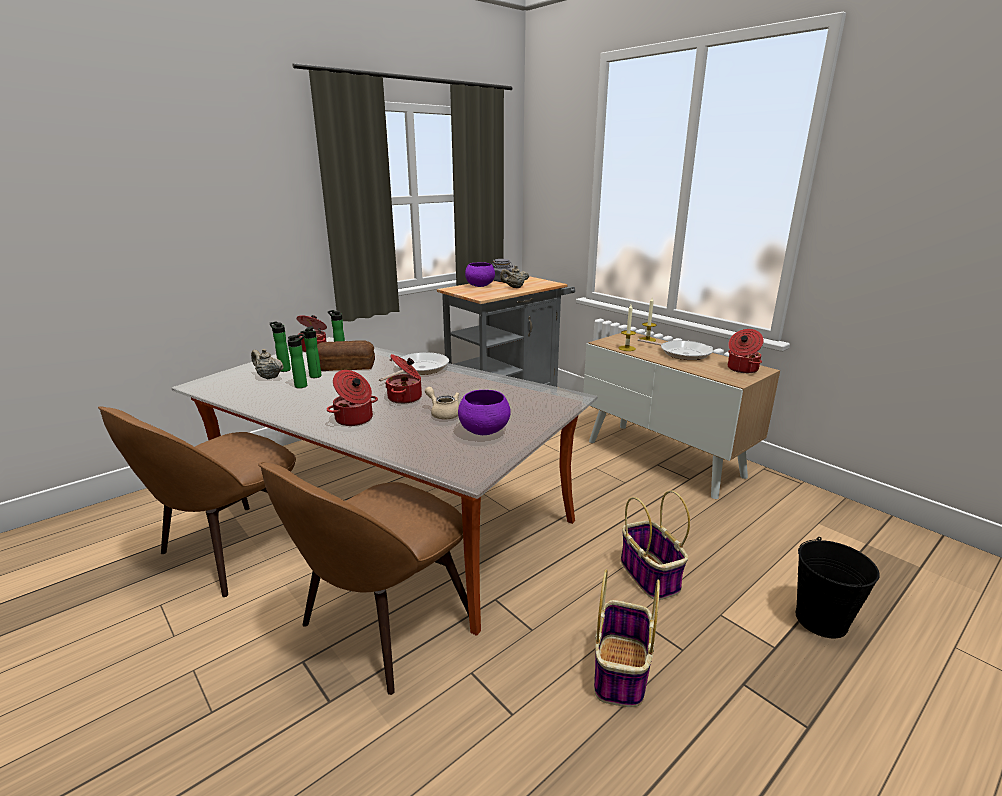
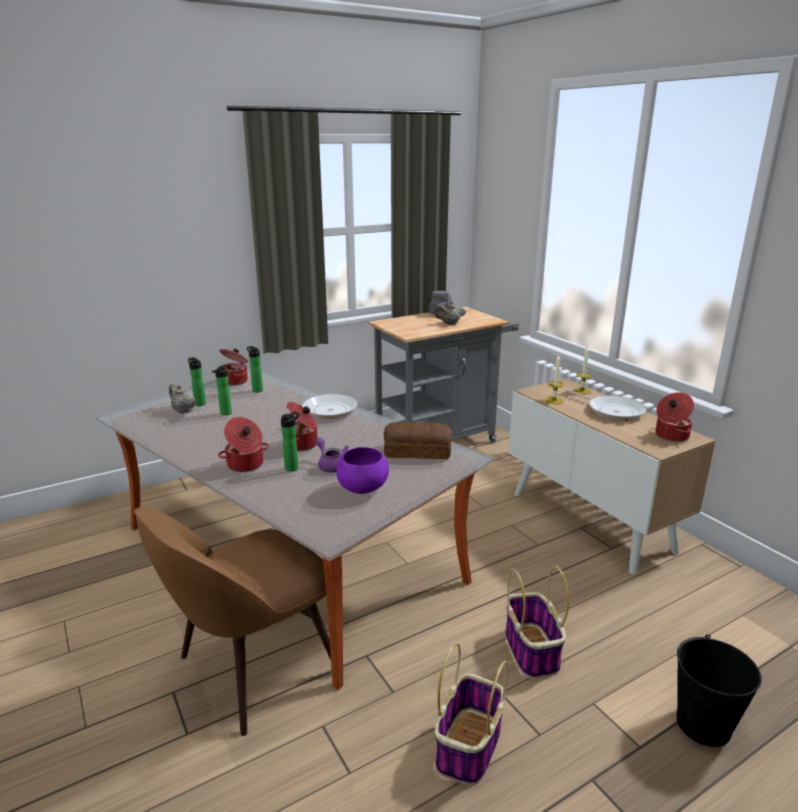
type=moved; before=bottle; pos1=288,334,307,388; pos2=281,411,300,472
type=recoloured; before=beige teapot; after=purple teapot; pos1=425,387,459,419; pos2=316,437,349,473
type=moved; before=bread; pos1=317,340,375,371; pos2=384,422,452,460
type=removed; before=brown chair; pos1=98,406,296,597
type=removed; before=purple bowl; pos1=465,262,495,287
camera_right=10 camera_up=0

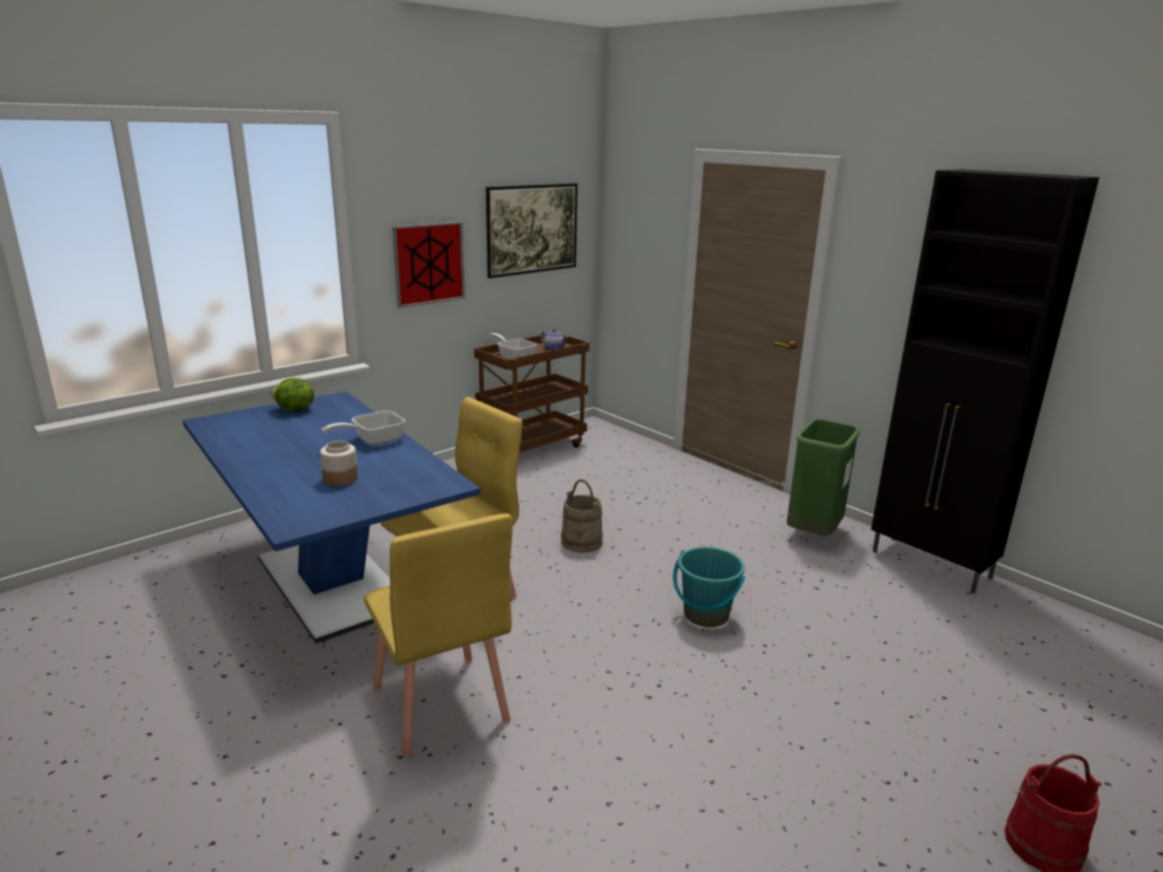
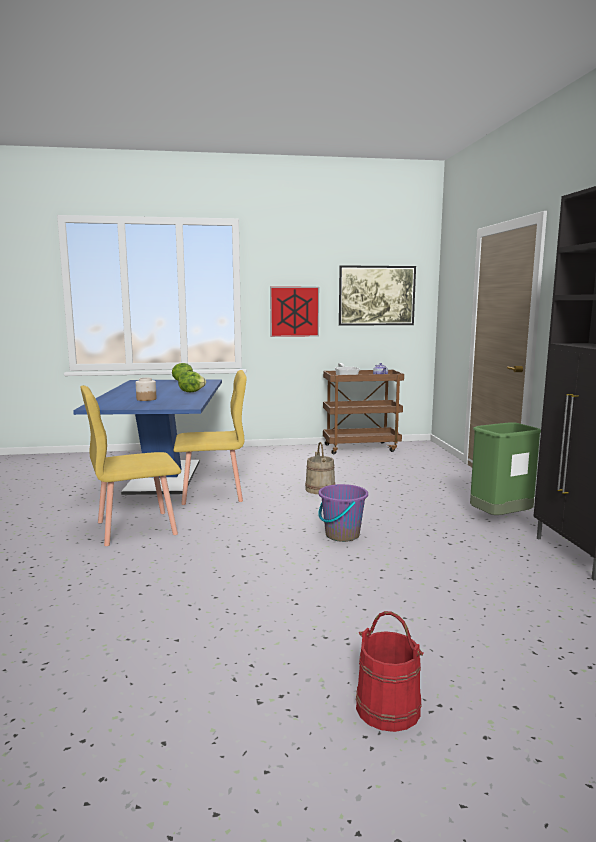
type=turned; before=yellow chair; pos1=364,514,513,758; pos2=80,385,181,546; turn=60
type=replaced; before=frying pan; after=lettuce; pos1=322,411,405,445; pos2=178,371,206,392
type=recoloured; before=turquoise bucket; after=purple bucket; pos1=673,547,745,627; pos2=318,484,368,542
camera_right=35 camera_up=-10

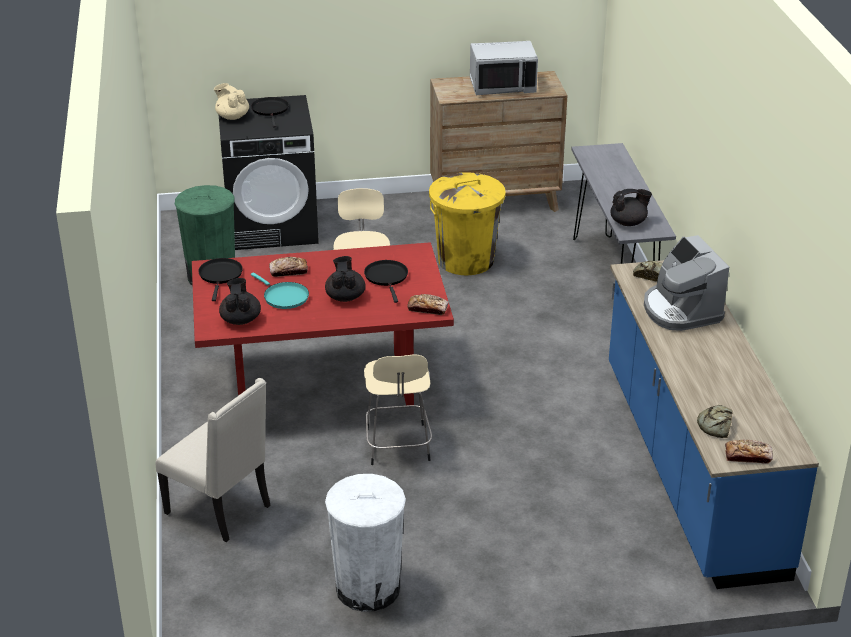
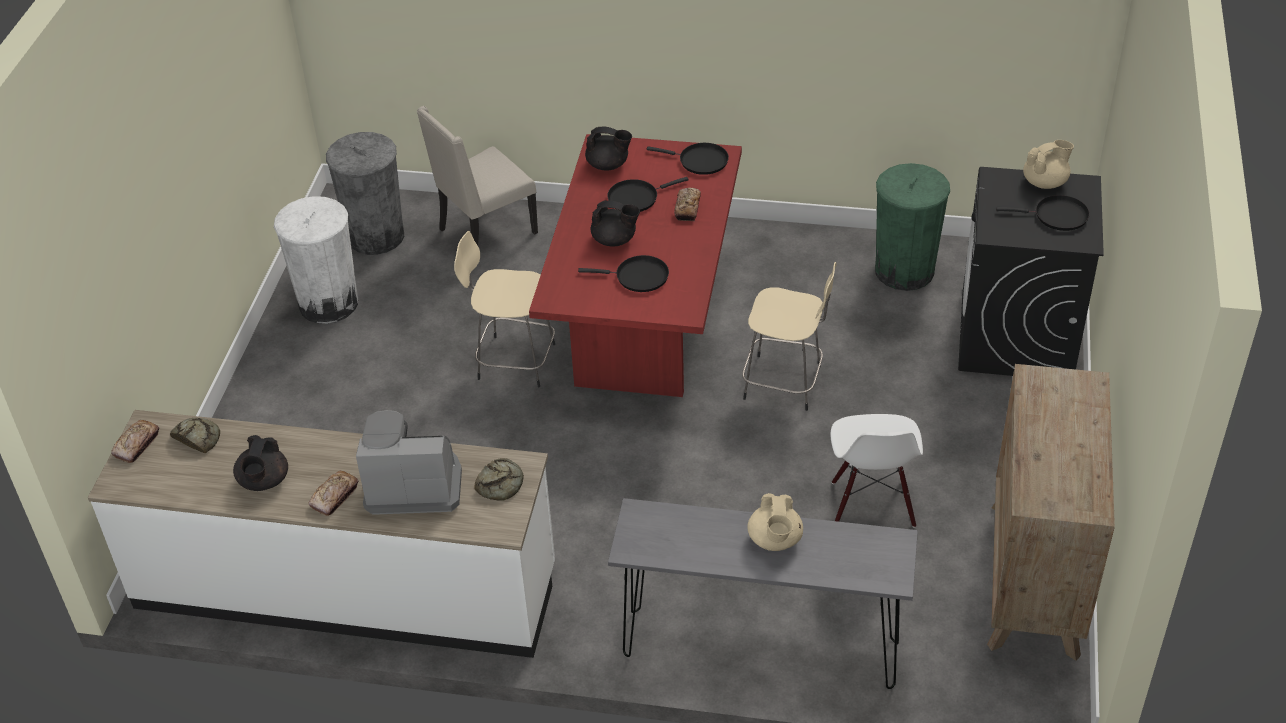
type=recoloured; before=blue counter; after=white counter; pos1=609,260,819,589; pos2=88,410,555,658
type=moved; before=black teapot; pos1=610,189,652,226; pos2=233,435,288,491
type=moved; before=bread; pos1=407,294,449,315; pos2=308,471,359,516
type=added; after=grey trash can; pos2=326,132,404,255
type=recoloured; before=turquoise frying pan; after=black frying pan; pos1=251,272,309,309; pos2=607,177,689,212
type=added; after=beige teapot; pos2=747,493,803,551
type=replaced; before=yellow trash can; after=white chair; pos1=429,172,506,275; pos2=830,414,923,528
type=removed; before=grey microwave; pos1=470,41,538,95
camera_right=110 camera_up=10

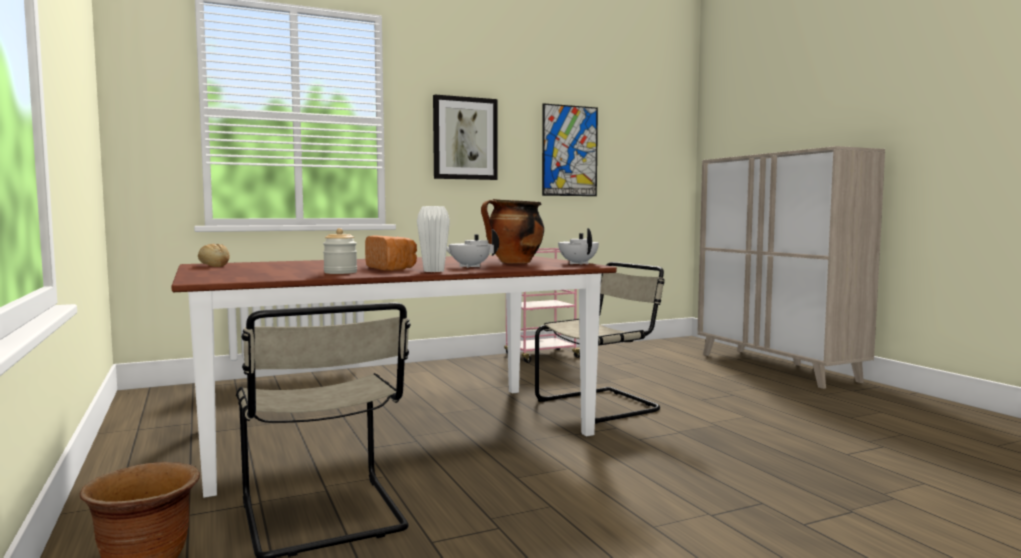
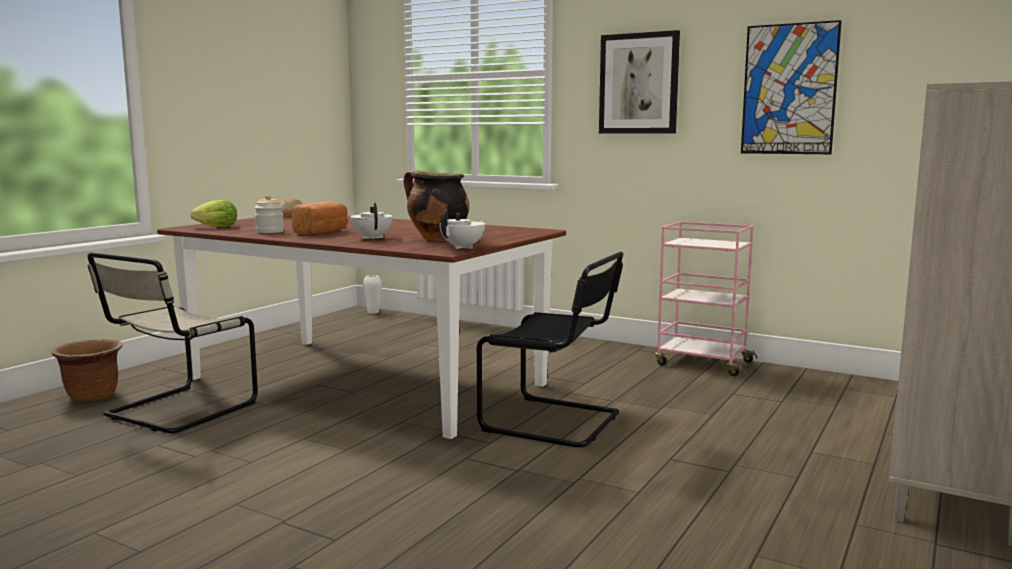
type=added; after=lettuce; pos2=190,200,237,227
type=moved; before=white vase; pos1=417,206,450,272; pos2=363,275,382,314
type=recoloured; before=beige chair; after=black chair; pos1=535,262,664,424; pos2=477,252,623,447
camera_right=55 camera_up=5

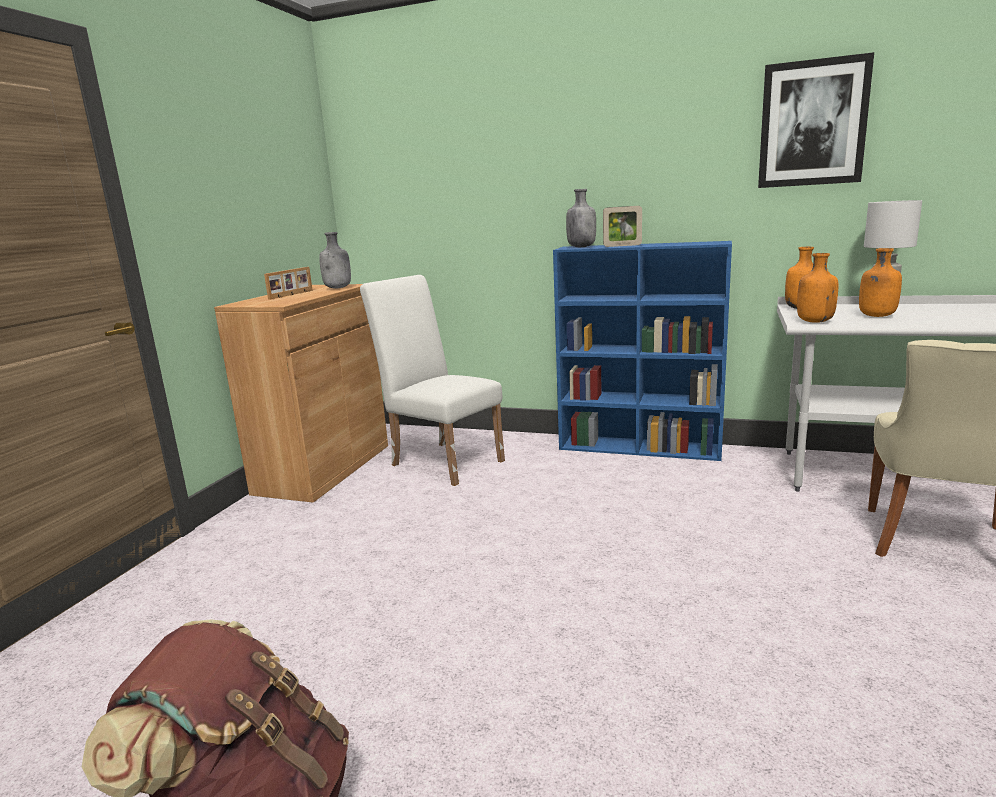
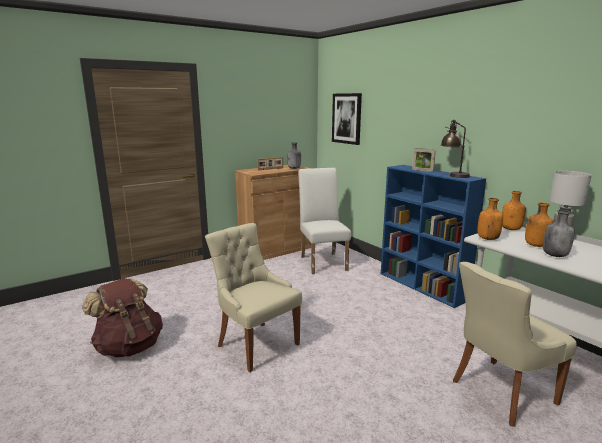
type=added; after=beige chair; pos2=205,223,302,372
type=moved; before=picture; pos1=758,52,874,188; pos2=332,93,362,145
type=added; after=table lamp; pos2=441,120,470,178
type=moved; before=grey bottle; pos1=566,189,596,247; pos2=543,210,575,257
camera_right=35 camera_up=0

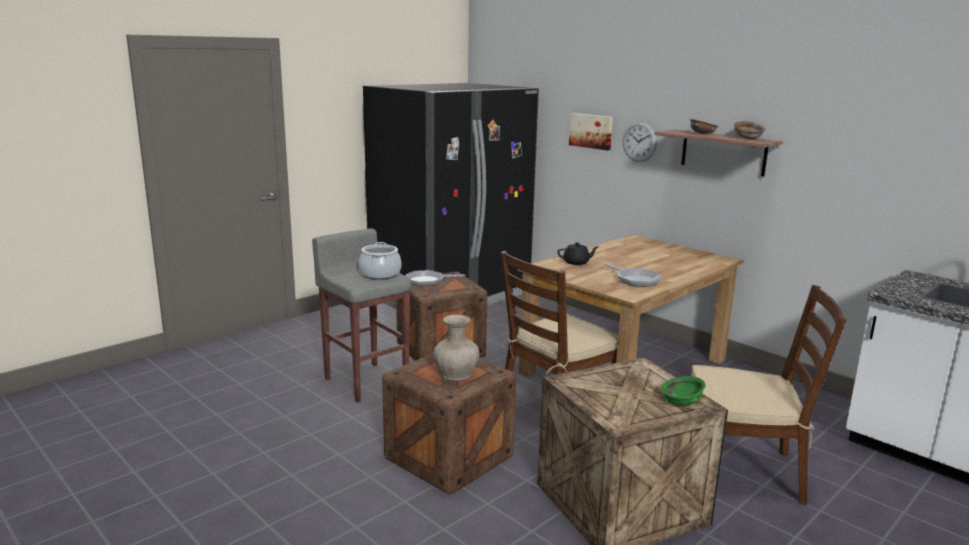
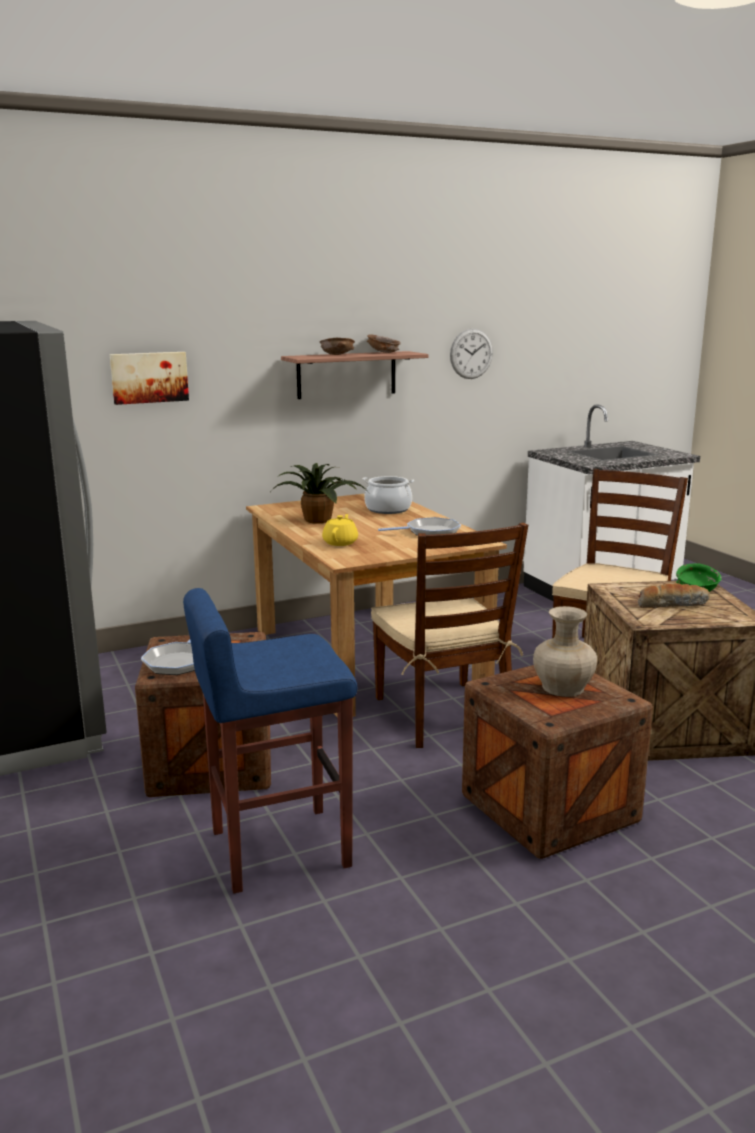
type=recoloured; before=grey stool; after=blue stool; pos1=312,229,412,403; pos2=183,588,357,894
type=added; after=potted plant; pos2=271,463,369,523
type=recoloured; before=black teapot; after=yellow teapot; pos1=557,242,598,265; pos2=322,514,358,546
type=moved; before=cooking pot; pos1=358,242,402,280; pos2=362,476,414,514
type=moved; before=wall clock; pos1=623,121,657,162; pos2=450,329,493,379
type=added; after=bread; pos2=638,583,710,608
camera_right=-70 camera_up=0

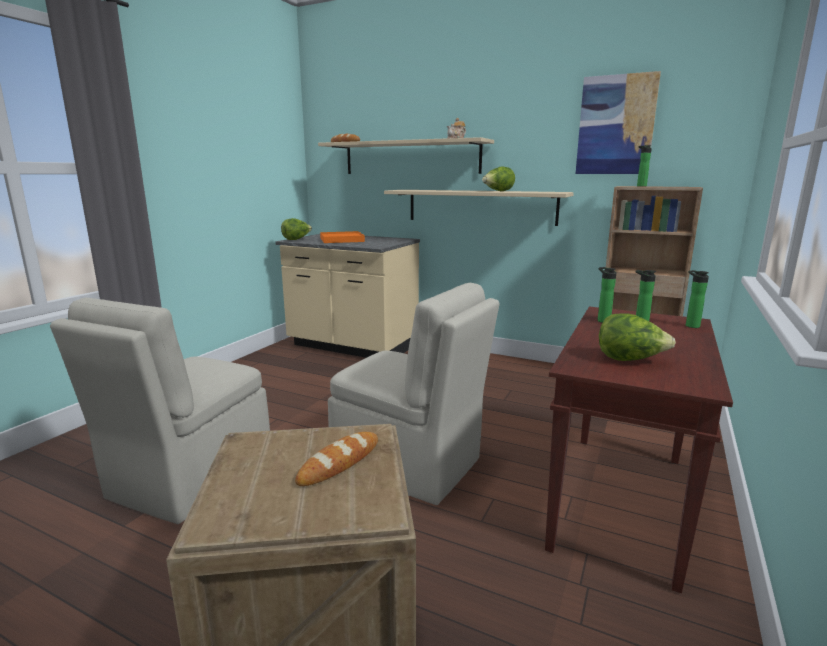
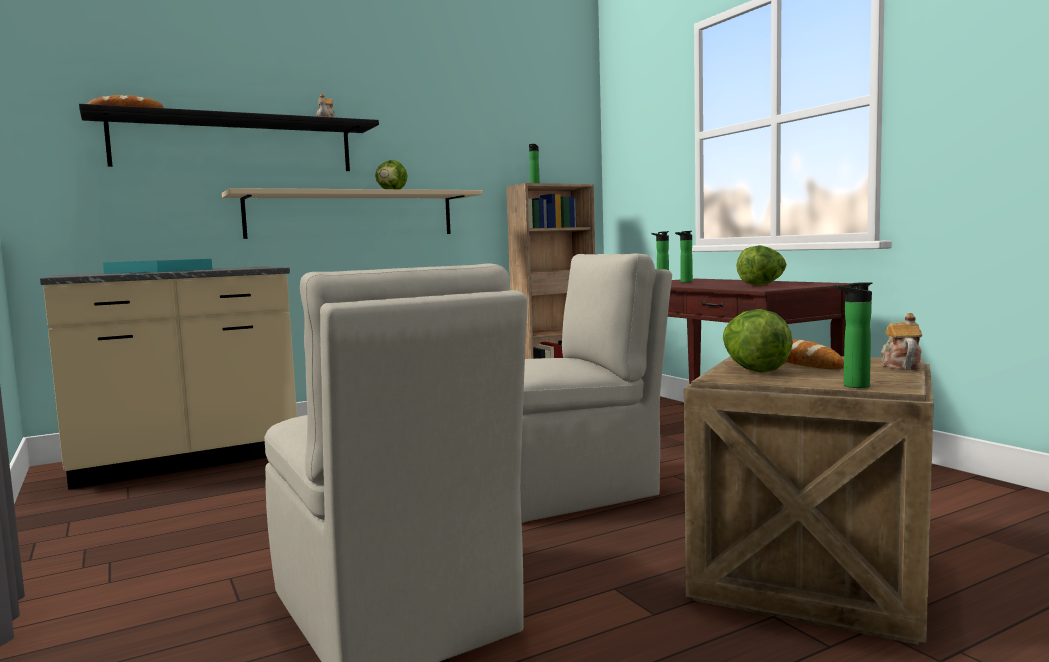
type=recoloured; before=beige shelf; after=black shelf; pos1=318,137,494,174; pos2=79,104,379,171
type=recoloured; before=orange tray; after=turquoise tray; pos1=320,231,365,243; pos2=103,259,212,274
type=moved; before=lettuce; pos1=281,218,312,240; pos2=723,309,793,373
type=moved; before=bottle; pos1=686,270,709,328; pos2=834,282,873,388
type=added; after=teapot; pos2=881,313,922,370
type=removed; before=picture; pos1=576,71,661,174
camera_right=-55 camera_up=-10

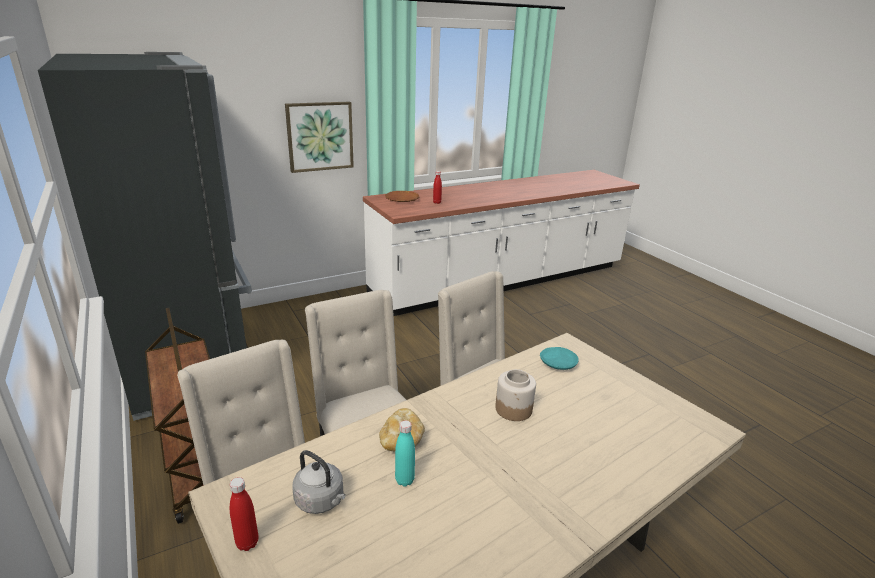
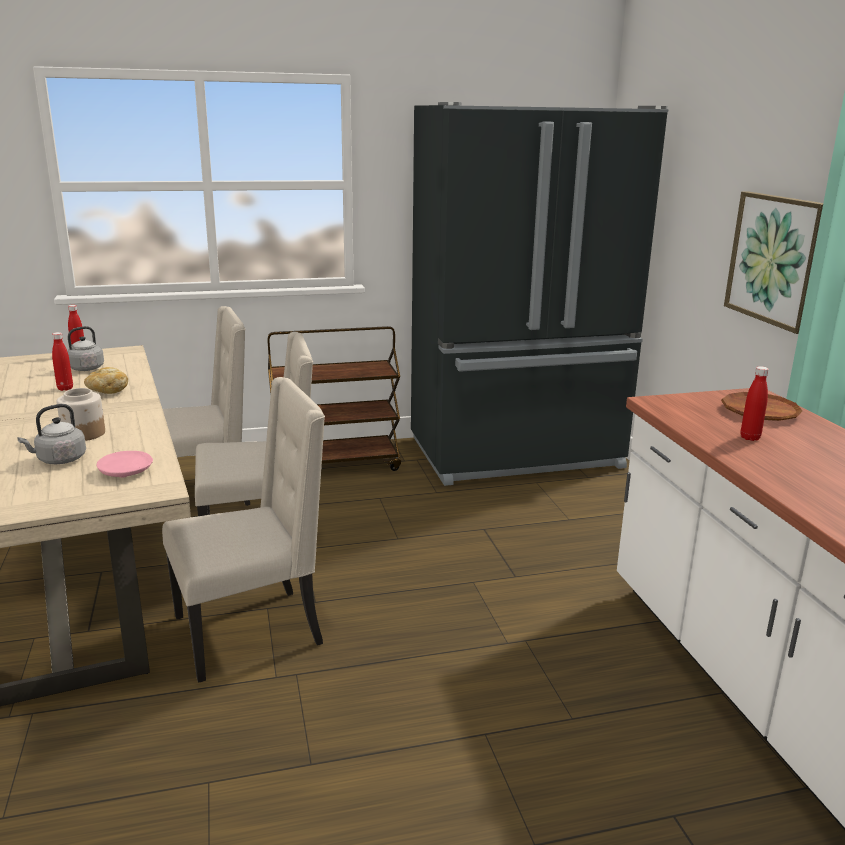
type=added; after=grey kettle; pos2=17,404,86,464
type=recoloured; before=turquoise bottle; after=red bottle; pos1=395,420,415,487; pos2=52,332,73,391
type=recoloured; before=turquoise plate; after=pink plate; pos1=540,347,579,370; pos2=97,451,153,478
camera_right=105 camera_up=-5

